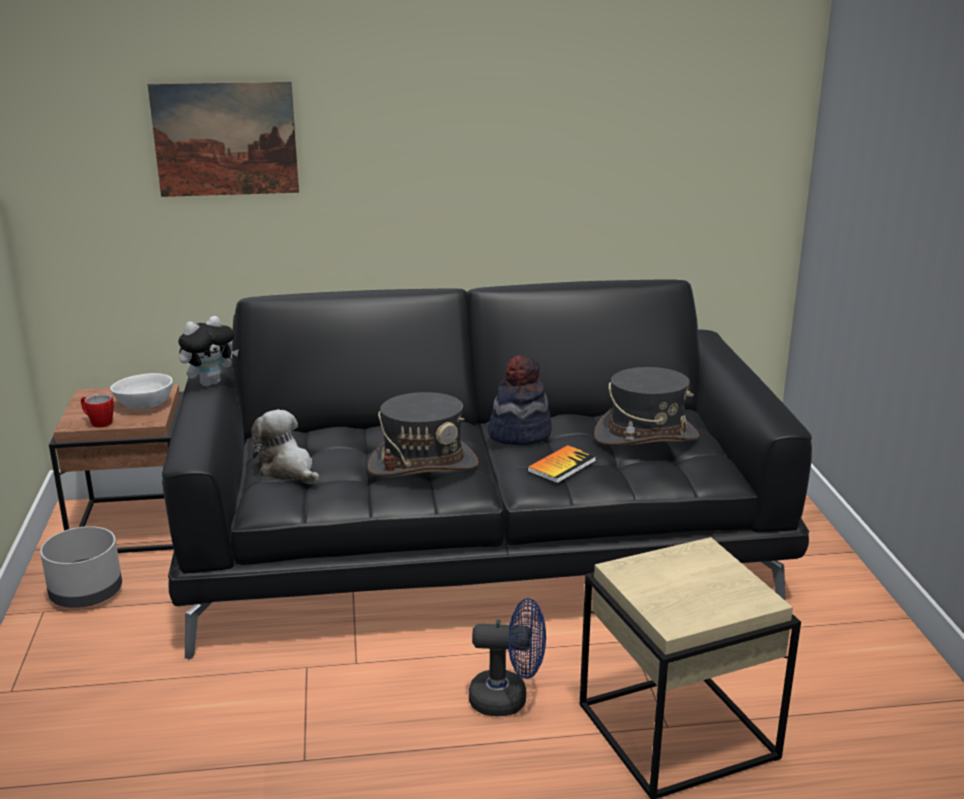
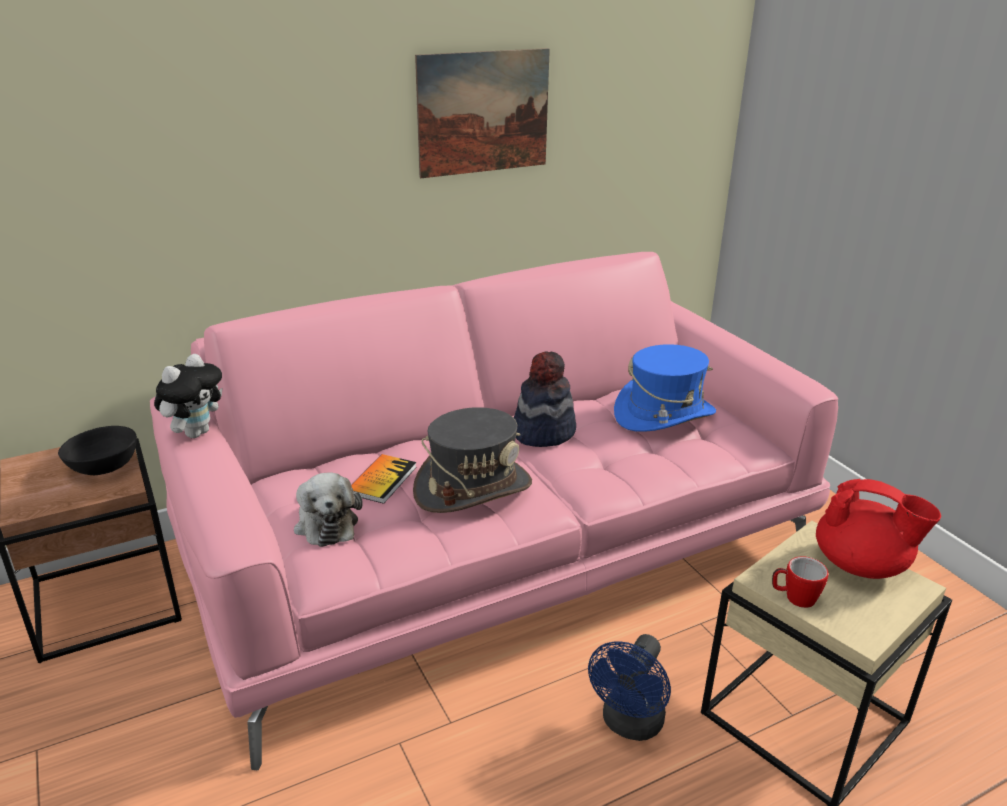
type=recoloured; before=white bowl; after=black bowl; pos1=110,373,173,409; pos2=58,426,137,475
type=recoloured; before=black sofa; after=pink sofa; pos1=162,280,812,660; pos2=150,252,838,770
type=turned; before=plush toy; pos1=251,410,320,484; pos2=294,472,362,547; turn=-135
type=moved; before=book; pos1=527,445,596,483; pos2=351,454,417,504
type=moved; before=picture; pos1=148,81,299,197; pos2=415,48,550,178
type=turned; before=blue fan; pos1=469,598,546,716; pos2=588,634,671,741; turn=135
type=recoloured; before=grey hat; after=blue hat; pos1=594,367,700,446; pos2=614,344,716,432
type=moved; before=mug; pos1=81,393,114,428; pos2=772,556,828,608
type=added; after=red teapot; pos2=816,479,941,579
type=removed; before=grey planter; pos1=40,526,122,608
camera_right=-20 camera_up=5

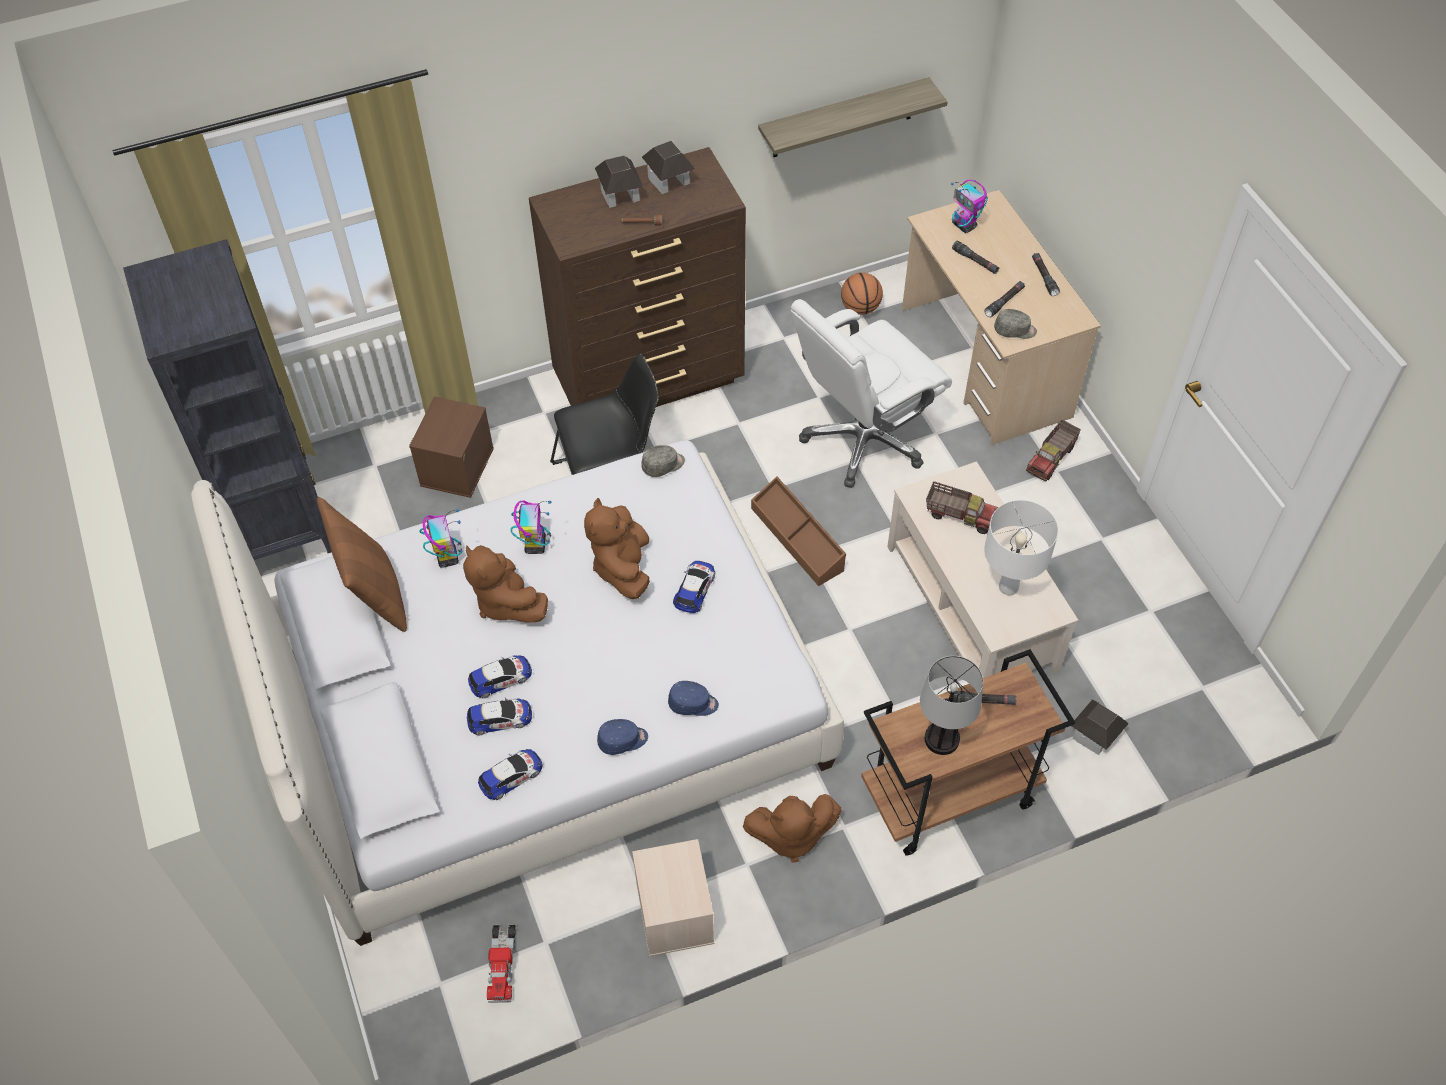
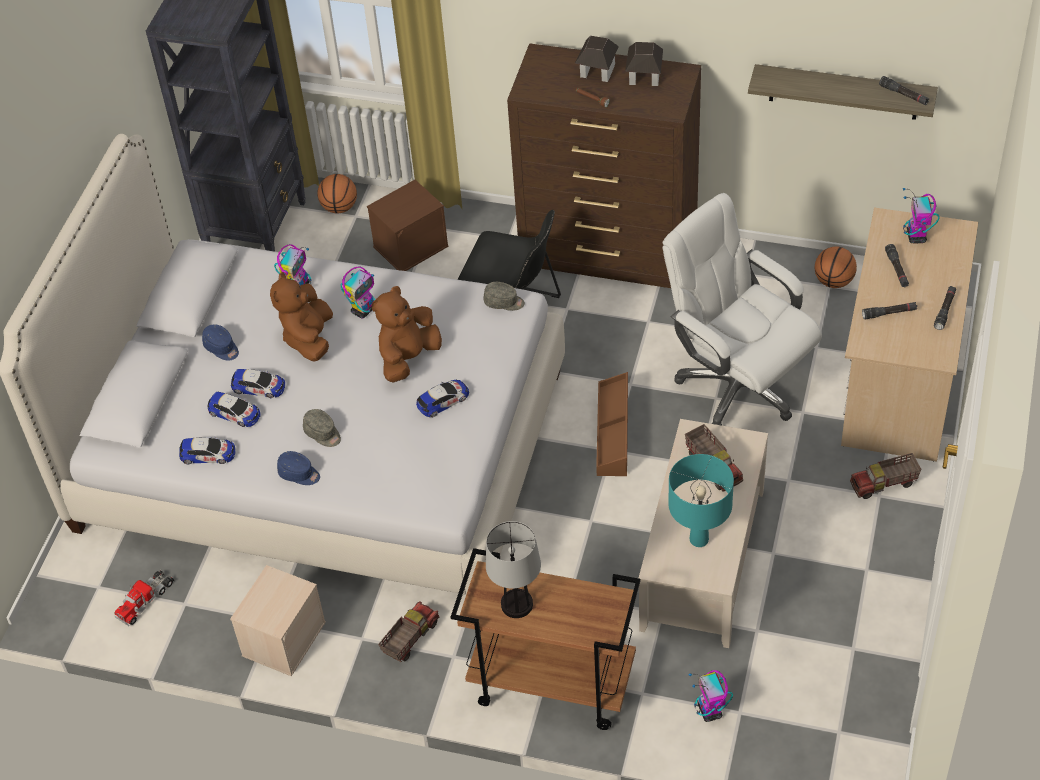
type=moved; before=blue cap; pos1=668,681,719,716; pos2=202,324,239,360
type=moved; before=grey cap; pos1=994,309,1037,339; pos2=303,409,341,447
type=added; after=basketball; pos2=317,174,357,214
type=replaced; before=brown plush toy; after=toy truck; pos1=743,794,841,863; pos2=378,601,439,662
type=turned; before=white office chair; pos1=791,299,952,488; pos2=663,193,822,425; turn=45
type=recoloured; before=white table lamp; after=turquoise table lamp; pos1=984,500,1058,595; pos2=669,454,734,547
type=replaced; before=toy house; after=toy robot; pos1=1072,699,1129,755; pos2=688,670,733,722
type=moved; before=black flashlight; pos1=954,691,1017,705; pos2=879,76,929,105
type=removed; before=brown pillow; pos1=317,497,407,632
camera_right=40 camera_up=-5

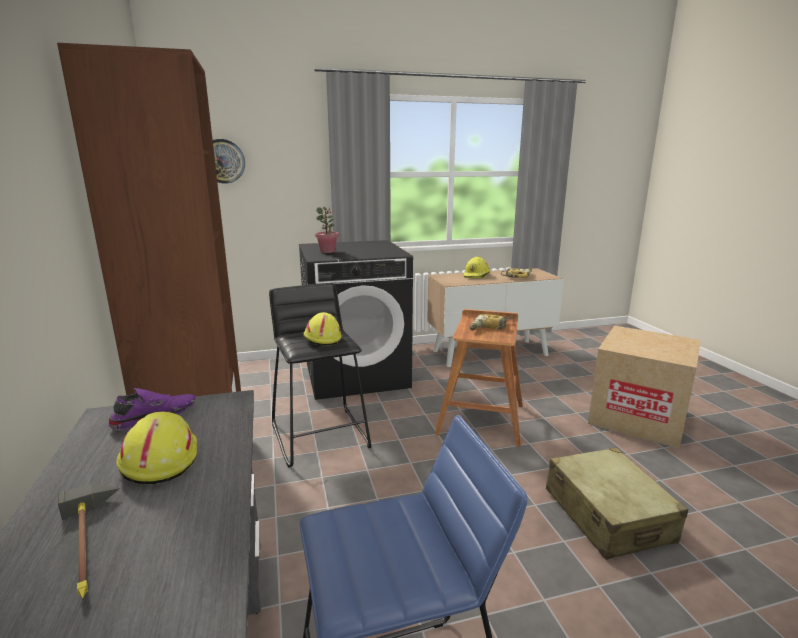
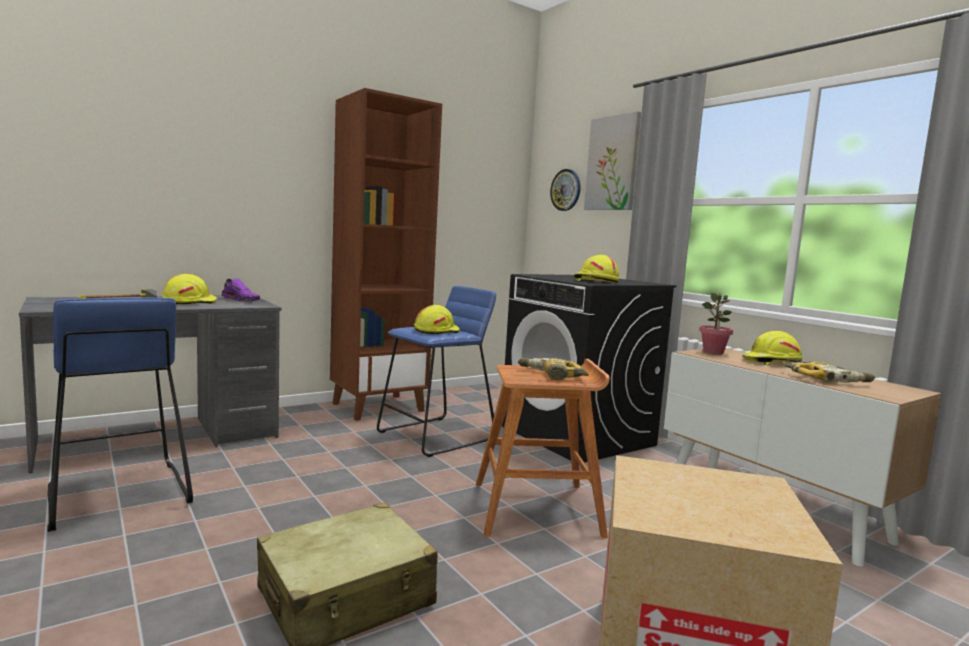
type=recoloured; before=black stool; after=blue stool; pos1=269,283,371,467; pos2=377,286,496,457
type=added; after=yellow hard hat; pos2=573,255,619,283
type=added; after=picture; pos2=584,111,641,210
type=moved; before=potted plant; pos1=315,207,339,253; pos2=699,293,733,355
camera_right=70 camera_up=-10

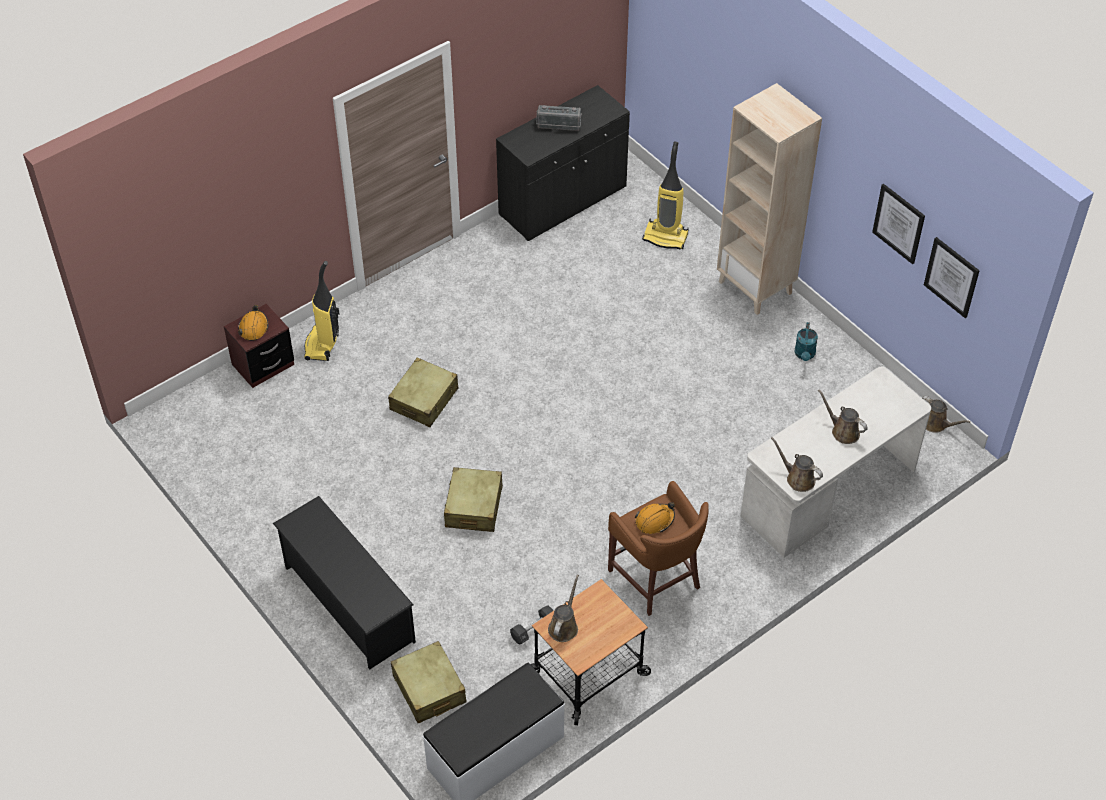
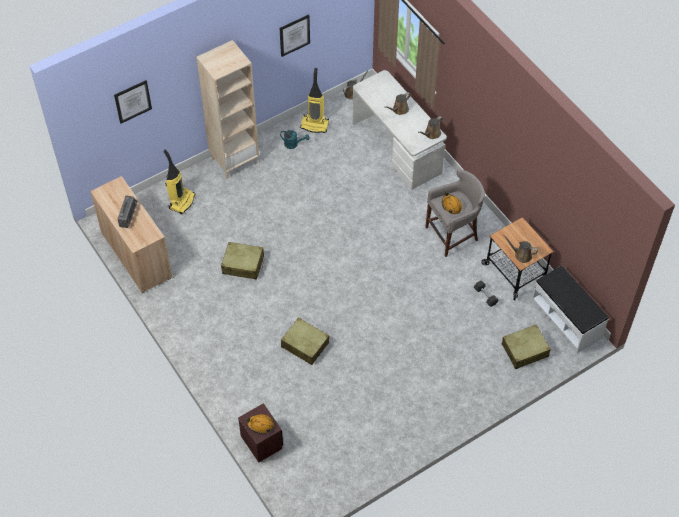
type=recoloured; before=black cabinet; after=beige cabinet; pos1=496,85,630,241; pos2=90,176,172,294
type=moved; before=picture; pos1=924,237,980,318; pos2=114,80,152,123
type=moved; before=beige suitcase; pos1=444,467,503,532; pos2=221,242,264,280
type=moved; before=vacuum cleaner; pos1=304,261,339,361; pos2=300,68,329,133
type=recoloured; before=brown stool; after=grey stool; pos1=608,481,709,616; pos2=425,169,485,257
type=removed; before=black shoe rack; pos1=273,496,416,669
camera_right=-85 camera_up=5

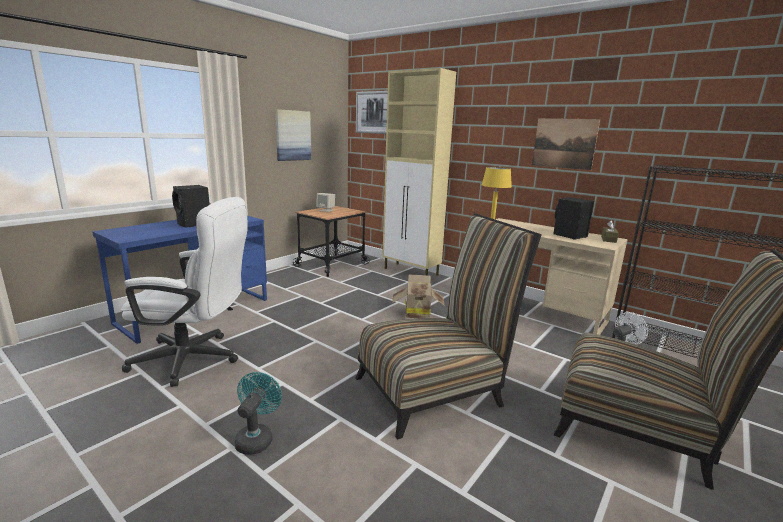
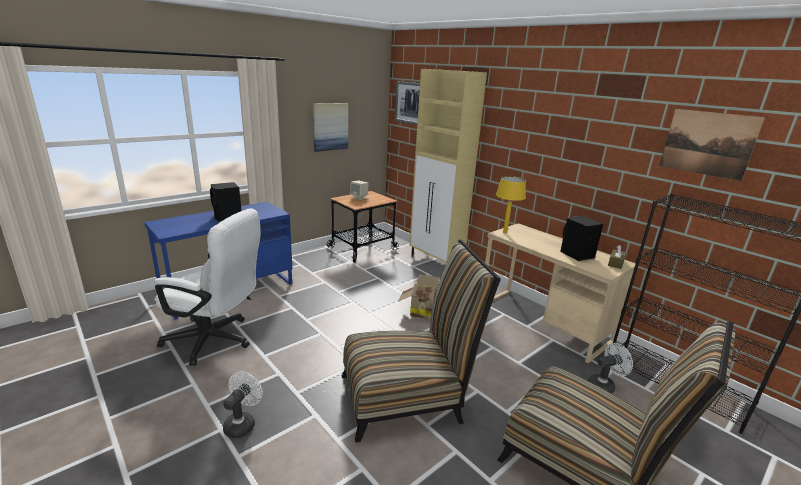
type=recoloured; before=turquoise fan; after=white fan; pos1=235,372,282,455; pos2=223,372,263,438
type=moved; before=picture; pos1=532,118,600,170; pos2=659,109,765,181
camera_right=10 camera_up=5

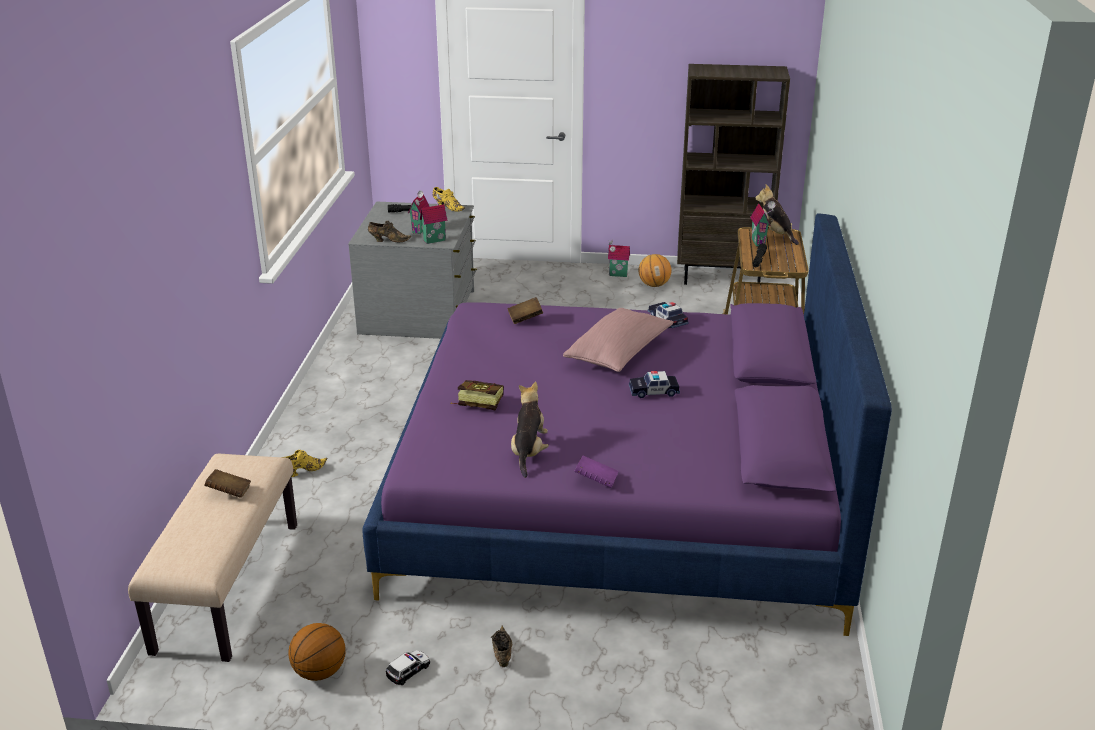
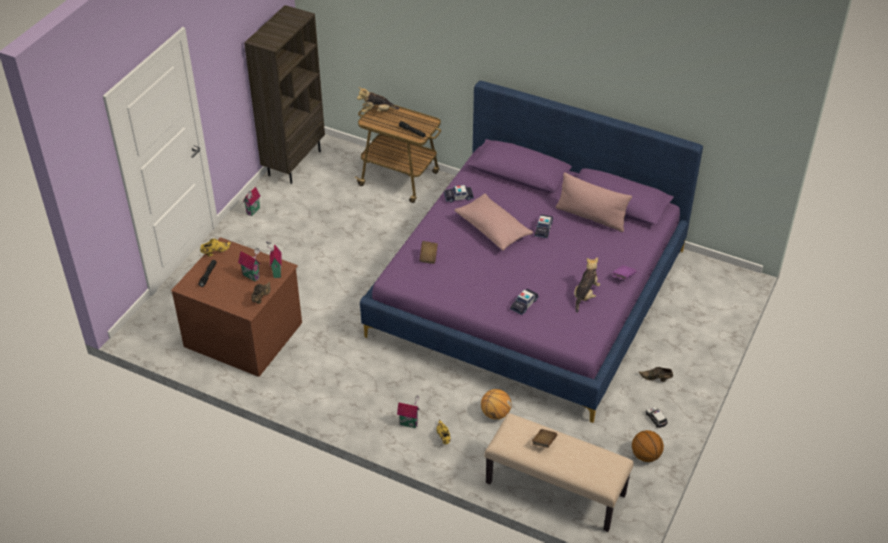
type=recoloured; before=grey dresser; after=brown dresser; pos1=348,202,477,339; pos2=171,237,302,377
type=moved; before=toy house; pos1=750,201,775,247; pos2=397,395,419,428
type=moved; before=basketball; pos1=639,254,672,287; pos2=481,389,512,420
type=replaced; before=book; after=toy car; pos1=451,380,504,411; pos2=510,288,539,315
type=added; after=pink pillow; pos2=556,172,632,232
type=turned; before=plush toy; pos1=511,382,549,478; pos2=574,257,600,313; turn=90
camera_right=-70 camera_up=15

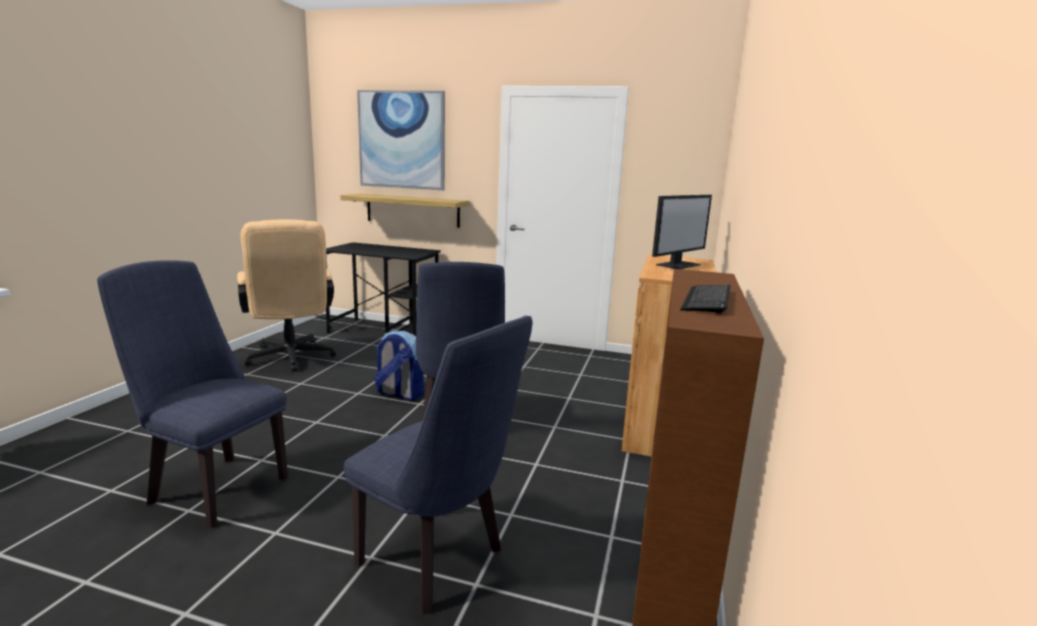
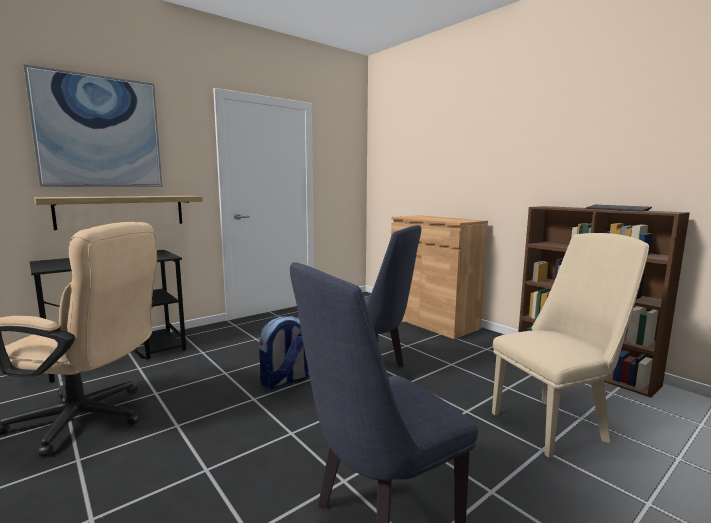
type=recoloured; before=blue chair; after=beige chair; pos1=344,316,532,614; pos2=492,233,649,458
type=removed; before=monitor; pos1=652,195,712,269
camera_right=-55 camera_up=-5

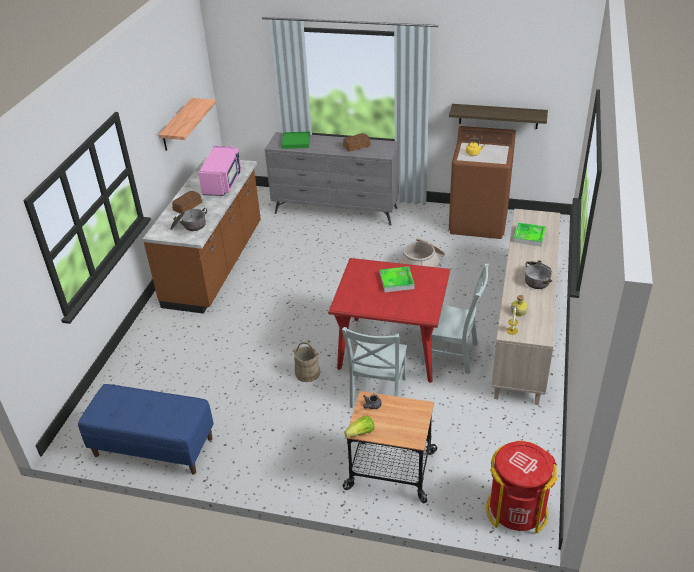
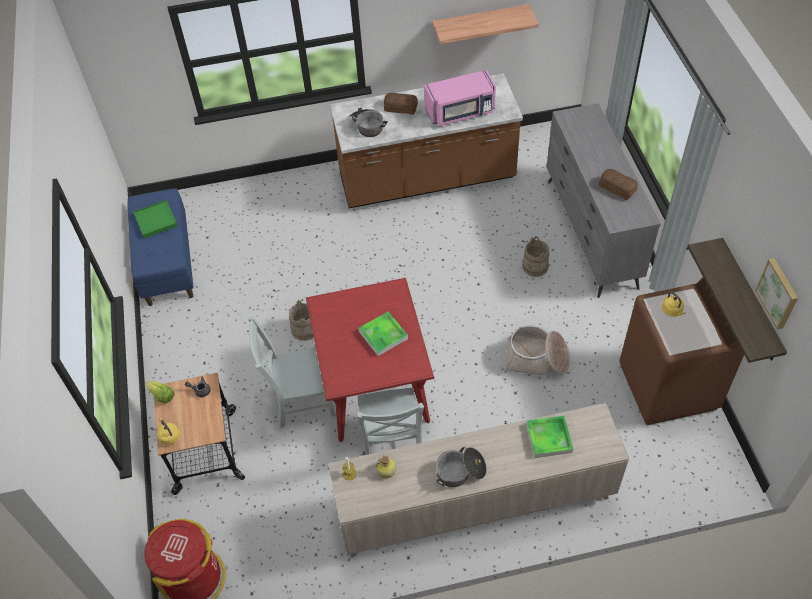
type=moved; before=green tray; pos1=281,132,310,149; pos2=133,200,178,238
type=added; after=yellow kettle; pos2=157,418,180,445
type=added; after=beige bucket; pos2=522,236,549,277
type=added; after=picture; pos2=755,258,798,330
camera_right=65 camera_up=15

